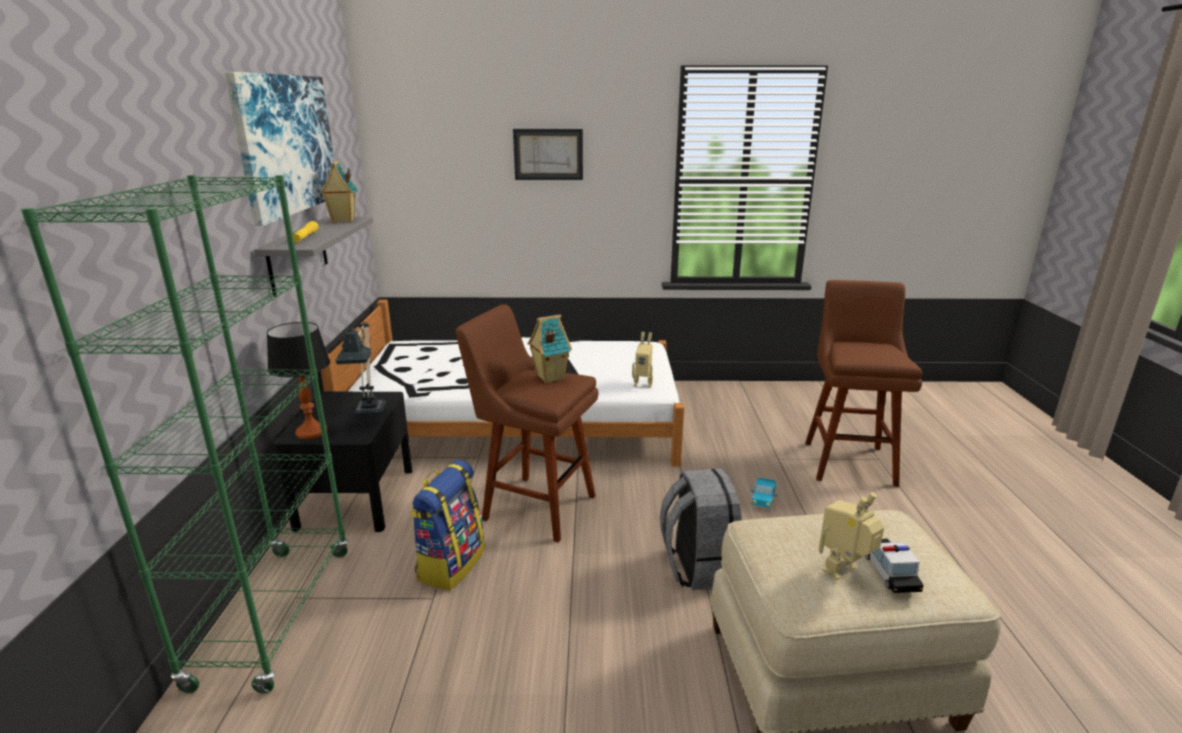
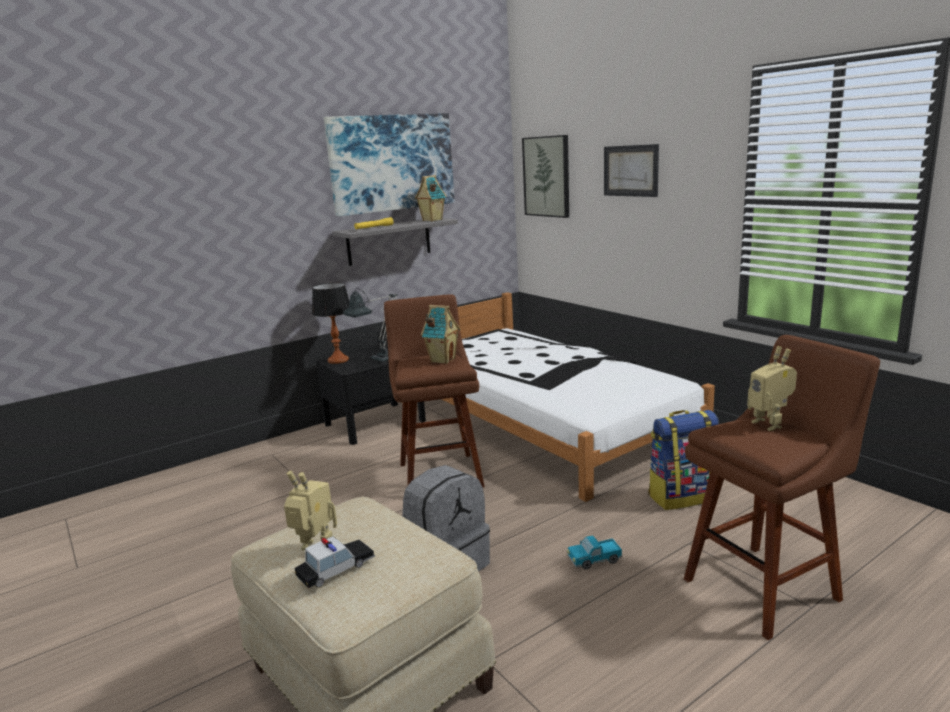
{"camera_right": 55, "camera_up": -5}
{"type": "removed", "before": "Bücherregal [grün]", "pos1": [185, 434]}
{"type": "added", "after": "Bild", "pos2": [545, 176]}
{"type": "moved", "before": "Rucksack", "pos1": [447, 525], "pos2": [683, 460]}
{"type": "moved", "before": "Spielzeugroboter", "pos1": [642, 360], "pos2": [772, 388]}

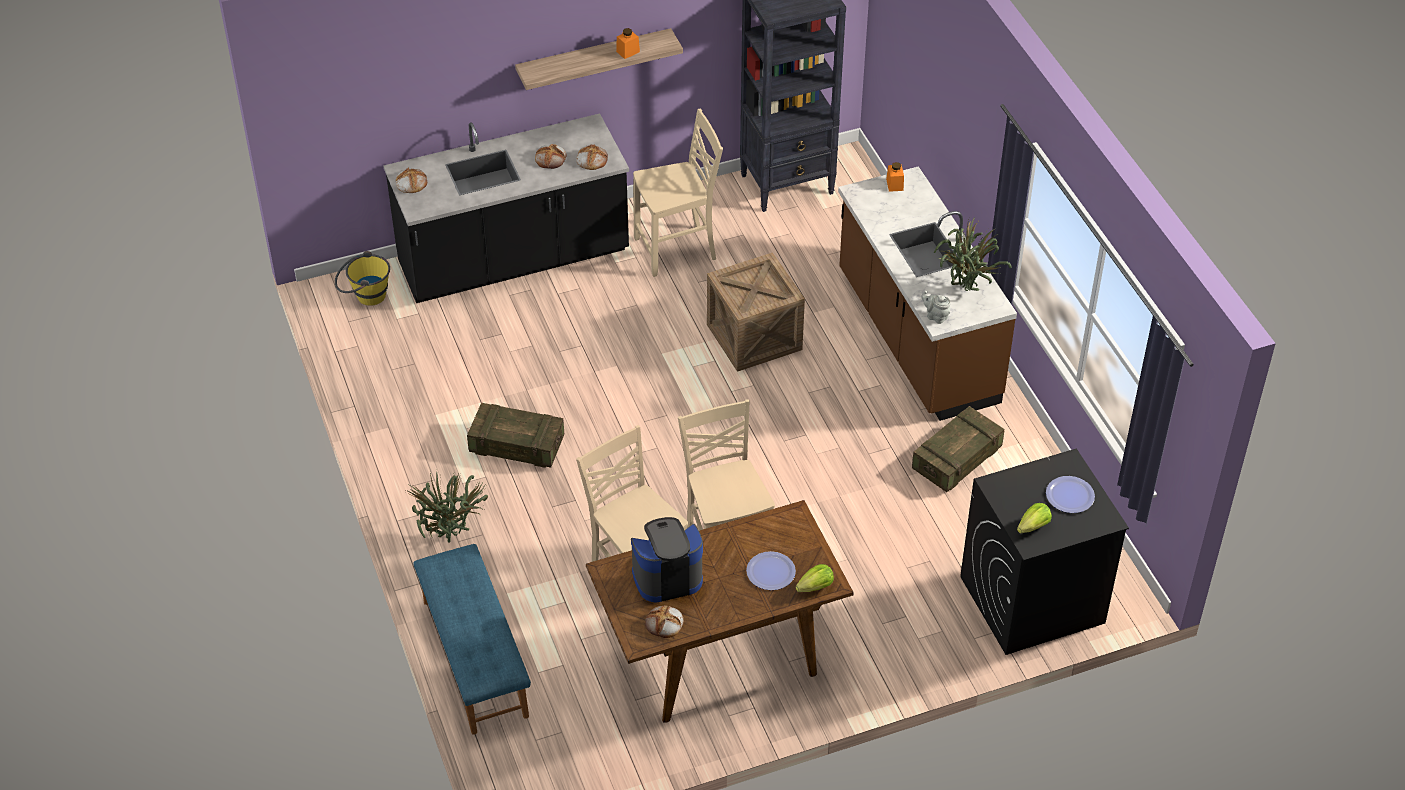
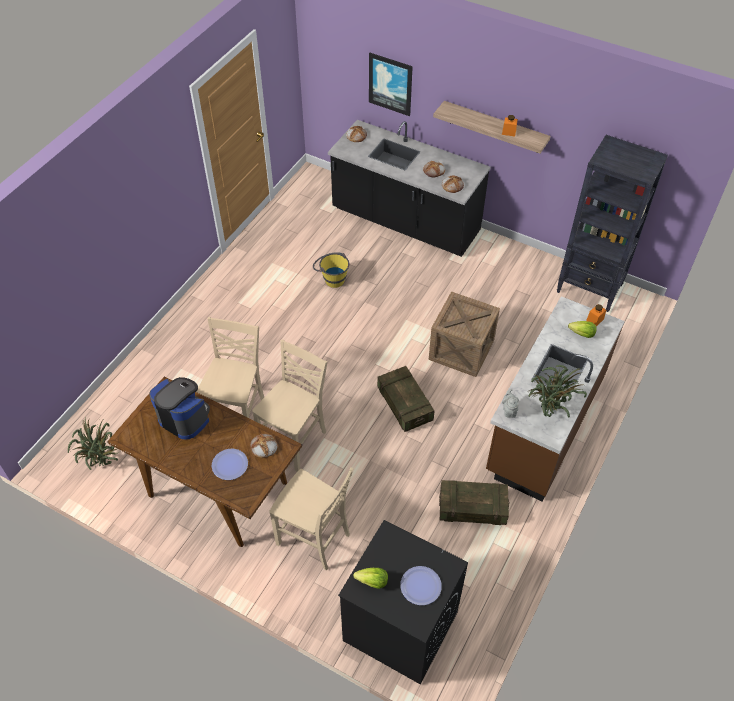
{"camera_right": 50, "camera_up": 5}
{"type": "removed", "before": "Bank [blau]", "pos1": [472, 639]}
{"type": "added", "after": "Bild", "pos2": [391, 84]}
{"type": "moved", "before": "Eimer [gelb]", "pos1": [362, 278], "pos2": [331, 270]}
{"type": "moved", "before": "Topfpflanze", "pos1": [447, 507], "pos2": [93, 443]}
{"type": "moved", "before": "Kiste", "pos1": [515, 435], "pos2": [406, 399]}
{"type": "moved", "before": "Stuhl [beige]", "pos1": [678, 193], "pos2": [311, 518]}
{"type": "moved", "before": "Brot", "pos1": [664, 621], "pos2": [264, 446]}
{"type": "moved", "before": "Salatkopf", "pos1": [814, 578], "pos2": [582, 329]}

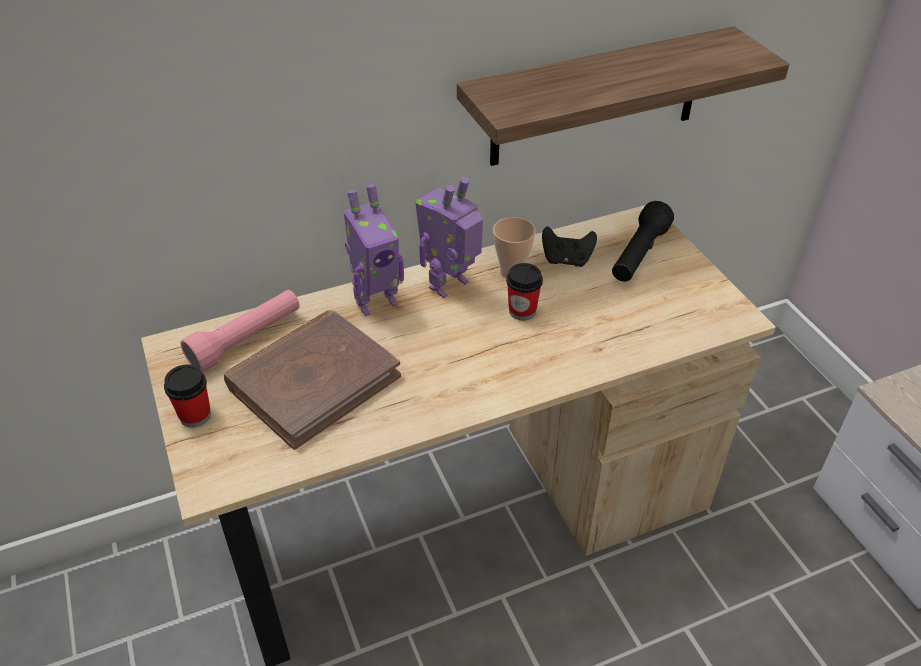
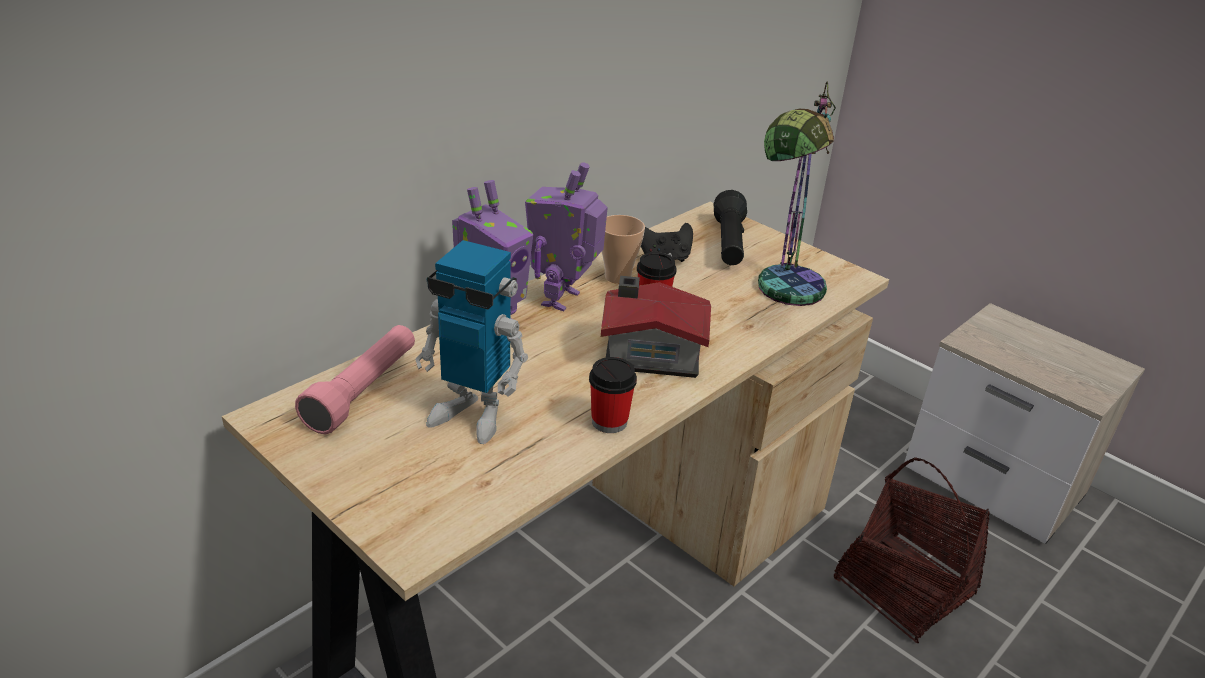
{"camera_right": -25, "camera_up": -10}
{"type": "removed", "before": "Wandregal", "pos1": [623, 96]}
{"type": "added", "after": "Spielzeughaus", "pos2": [656, 327]}
{"type": "added", "after": "Tischlampe", "pos2": [797, 194]}
{"type": "added", "after": "Korb", "pos2": [912, 550]}
{"type": "moved", "before": "Tasse", "pos1": [187, 396], "pos2": [613, 395]}
{"type": "replaced", "before": "Buch [braun]", "after": "Spielzeugroboter", "pos1": [312, 380], "pos2": [471, 342]}

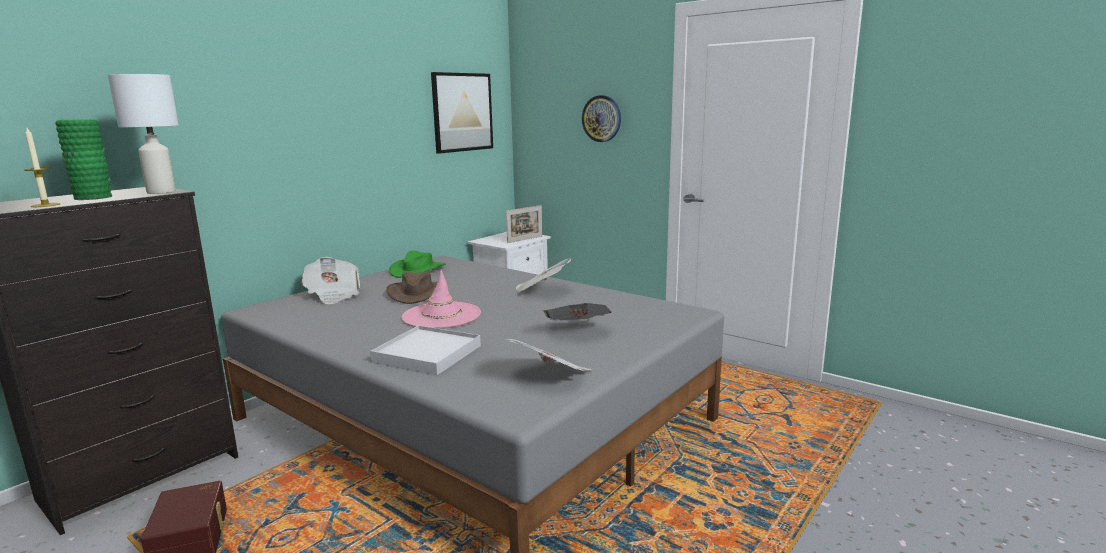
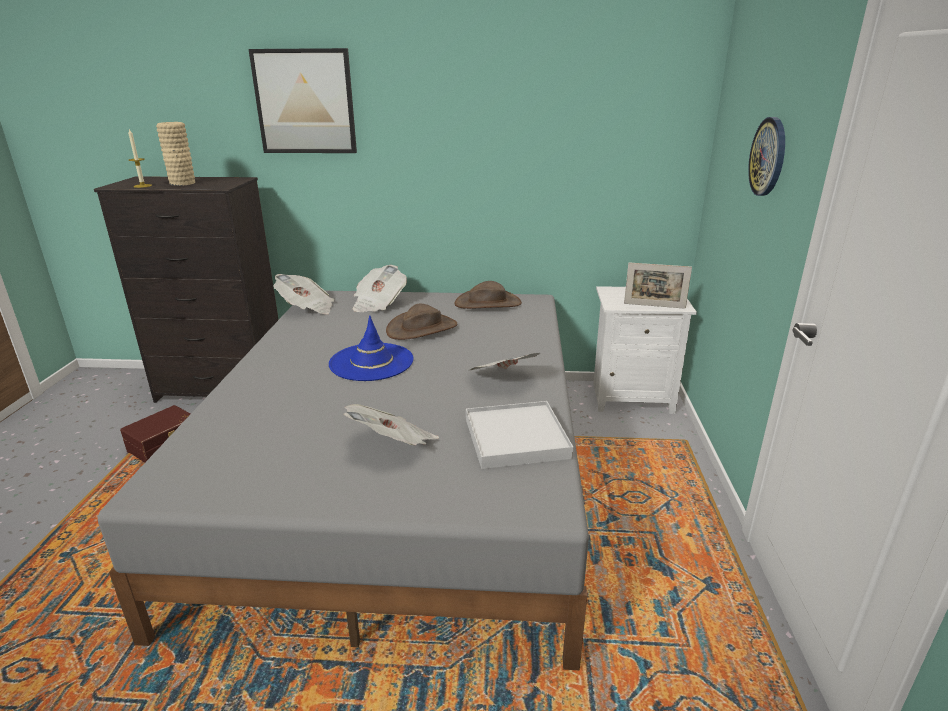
{"camera_right": 55, "camera_up": 10}
{"type": "removed", "before": "Tischlampe [weiß]", "pos1": [143, 134]}
{"type": "moved", "before": "Tablett [weiß]", "pos1": [425, 350], "pos2": [519, 435]}
{"type": "moved", "before": "Bild", "pos1": [462, 113], "pos2": [303, 100]}
{"type": "moved", "before": "Zeitung", "pos1": [549, 355], "pos2": [304, 294]}
{"type": "recoloured", "before": "Vase [grün]", "after": "Vase [beige]", "pos1": [83, 159], "pos2": [175, 154]}
{"type": "recoloured", "before": "Hut [grün]", "after": "Hut [braun]", "pos1": [417, 264], "pos2": [488, 295]}
{"type": "recoloured", "before": "Hut [rosa]", "after": "Hut [blau]", "pos1": [441, 299], "pos2": [371, 348]}

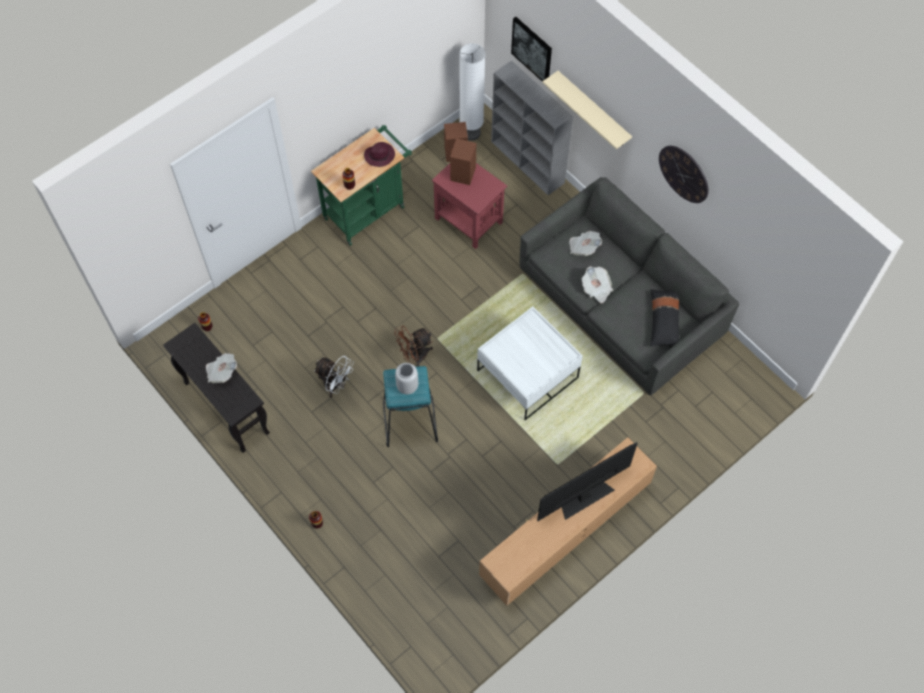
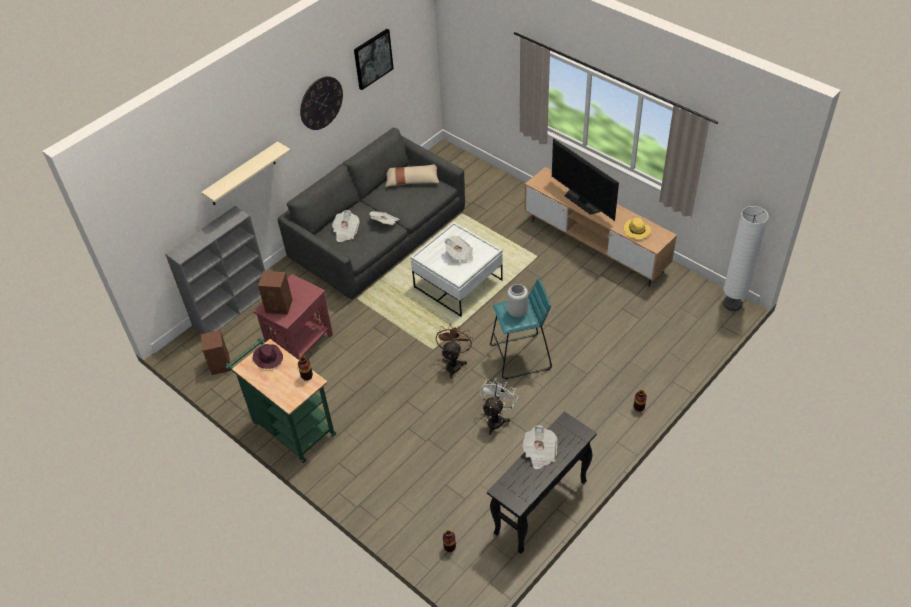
{"camera_right": -95, "camera_up": -15}
{"type": "added", "after": "Zeitung", "pos2": [458, 249]}
{"type": "added", "after": "Hut [gelb]", "pos2": [637, 228]}
{"type": "moved", "before": "Stehlampe [weiß]", "pos1": [472, 92], "pos2": [746, 258]}
{"type": "moved", "before": "Bild", "pos1": [531, 49], "pos2": [374, 59]}
{"type": "recoloured", "before": "Kissen [schwarz]", "after": "Kissen [beige]", "pos1": [665, 317], "pos2": [412, 175]}
{"type": "turned", "before": "Ventilator [braun]", "pos1": [413, 346], "pos2": [454, 350], "turn": -135}

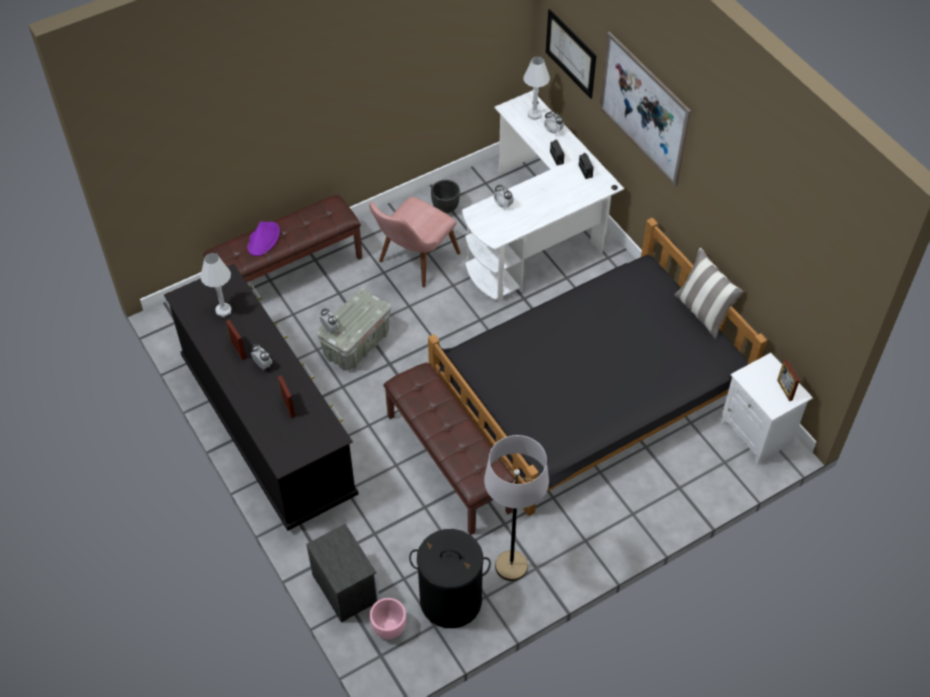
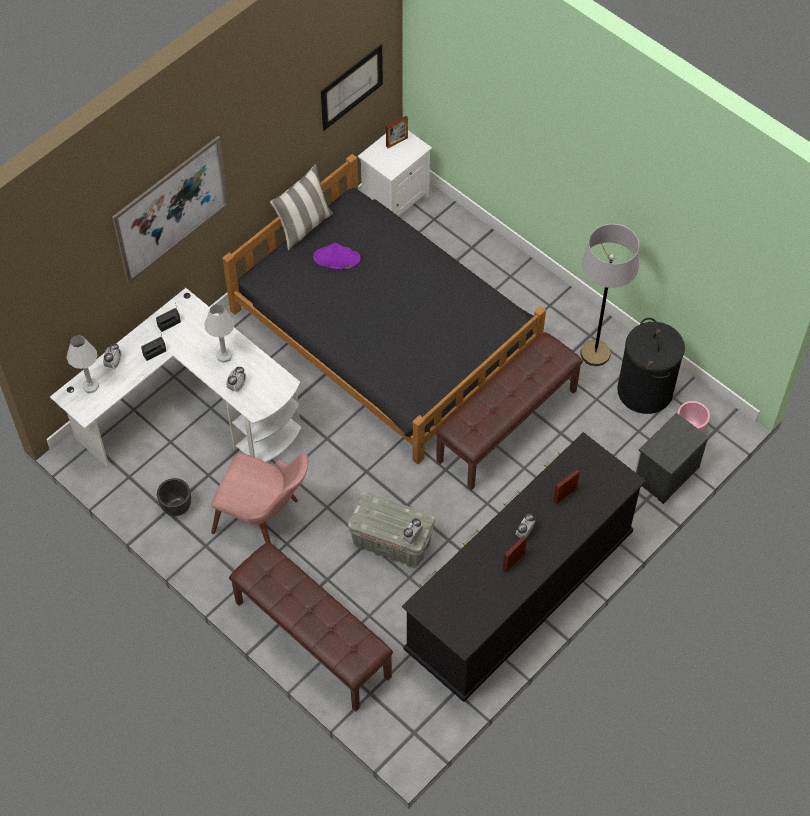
{"camera_right": -105, "camera_up": 5}
{"type": "moved", "before": "Tischlampe [weiß]", "pos1": [216, 285], "pos2": [219, 333]}
{"type": "moved", "before": "Hut [lila]", "pos1": [263, 238], "pos2": [337, 256]}
{"type": "moved", "before": "Bild", "pos1": [571, 54], "pos2": [352, 87]}

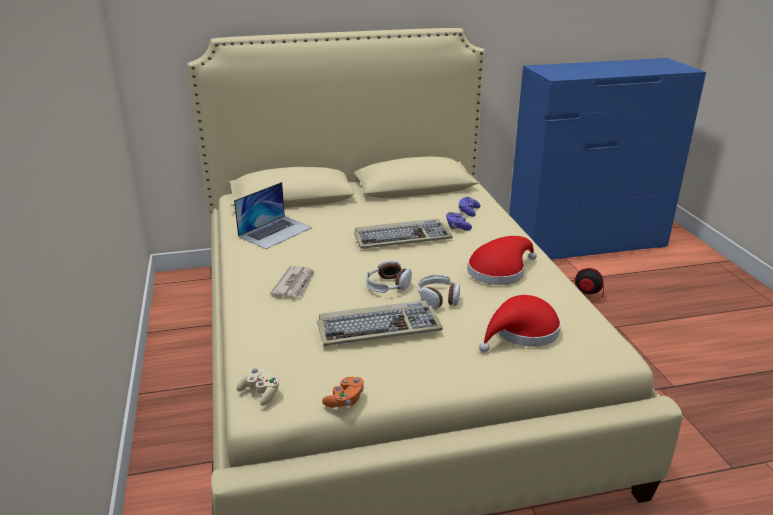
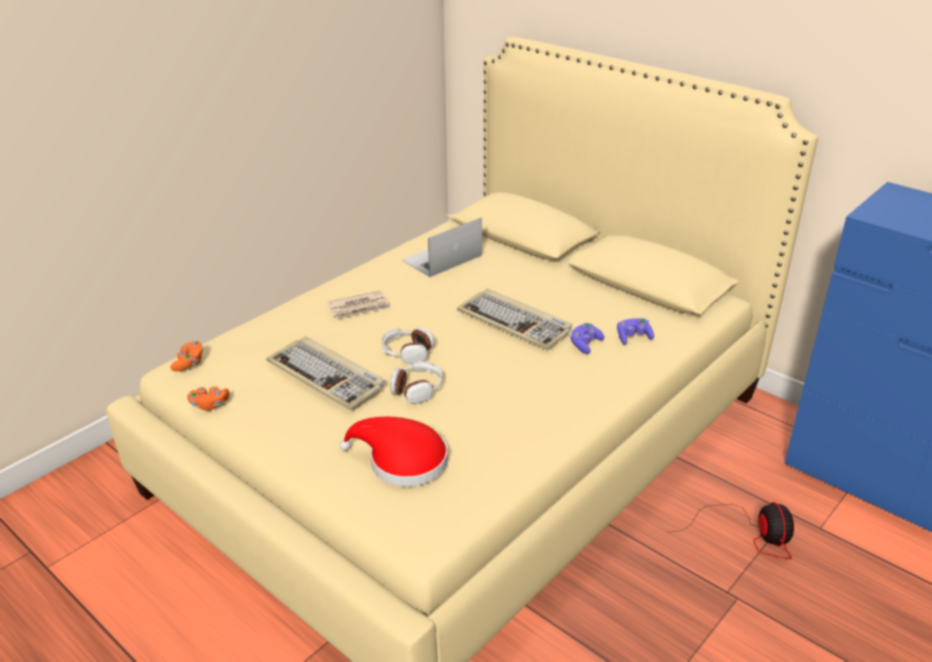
{"camera_right": 55, "camera_up": 5}
{"type": "removed", "before": "Hut [rot]", "pos1": [502, 260]}
{"type": "recoloured", "before": "Gamepad [beige]", "after": "Gamepad [orange]", "pos1": [258, 387], "pos2": [186, 356]}
{"type": "turned", "before": "Laptop", "pos1": [273, 215], "pos2": [442, 247], "turn": 135}

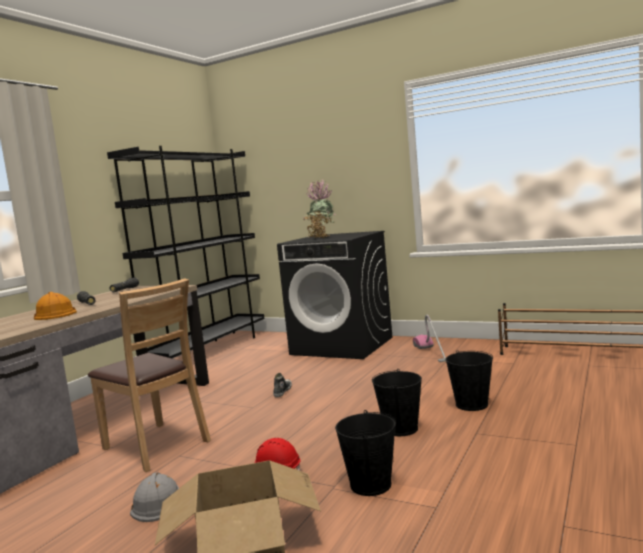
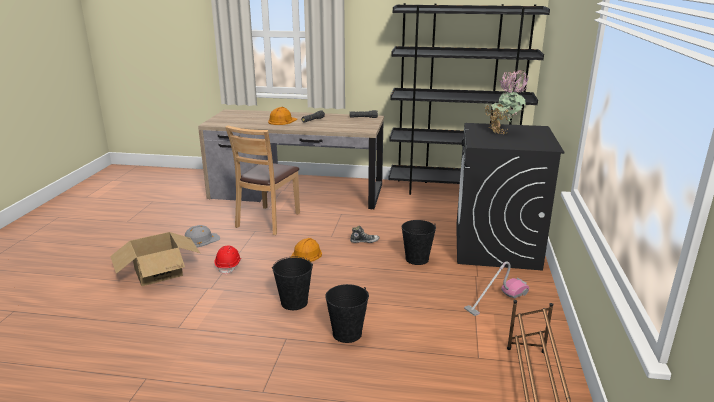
{"camera_right": 70, "camera_up": 15}
{"type": "added", "after": "Schutzhelm [orange]", "pos2": [306, 250]}
{"type": "moved", "before": "Eimer [schwarz]", "pos1": [365, 453], "pos2": [419, 242]}

